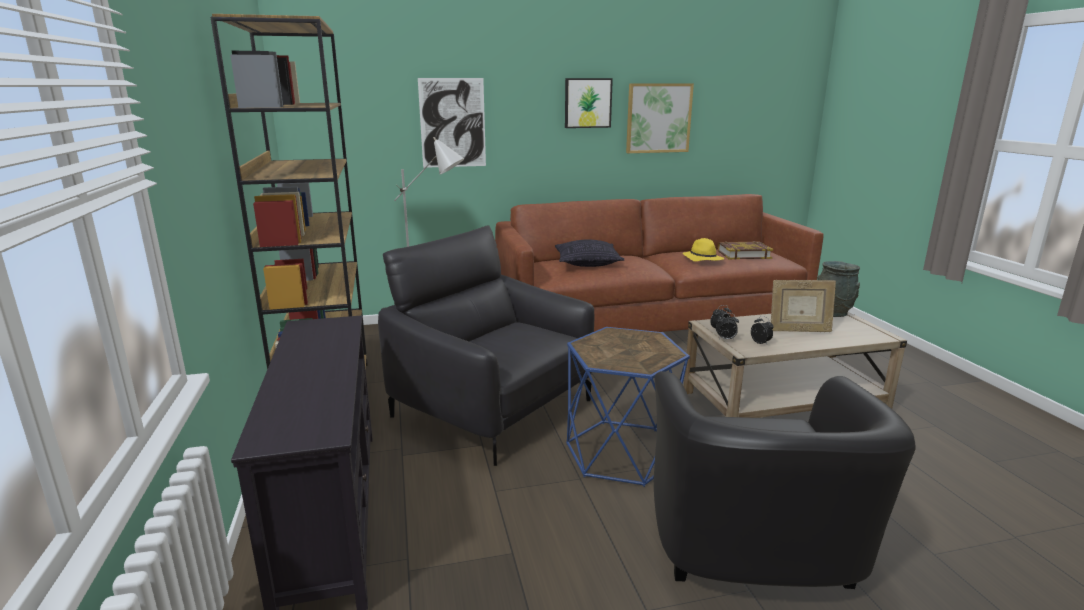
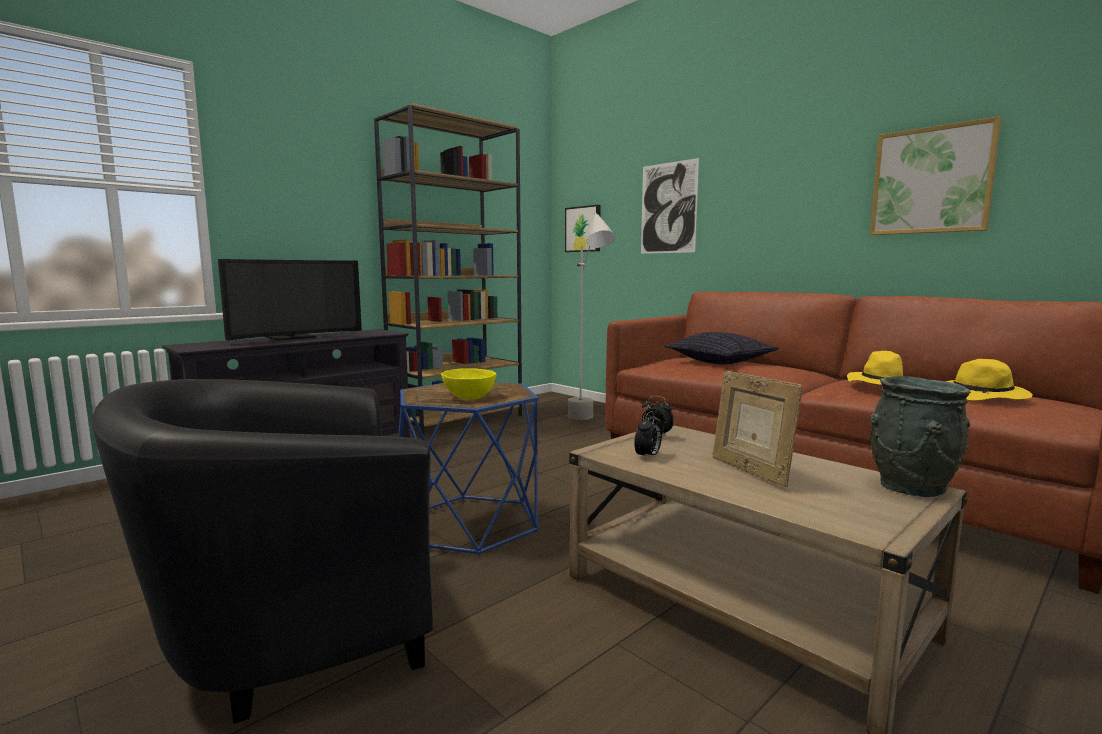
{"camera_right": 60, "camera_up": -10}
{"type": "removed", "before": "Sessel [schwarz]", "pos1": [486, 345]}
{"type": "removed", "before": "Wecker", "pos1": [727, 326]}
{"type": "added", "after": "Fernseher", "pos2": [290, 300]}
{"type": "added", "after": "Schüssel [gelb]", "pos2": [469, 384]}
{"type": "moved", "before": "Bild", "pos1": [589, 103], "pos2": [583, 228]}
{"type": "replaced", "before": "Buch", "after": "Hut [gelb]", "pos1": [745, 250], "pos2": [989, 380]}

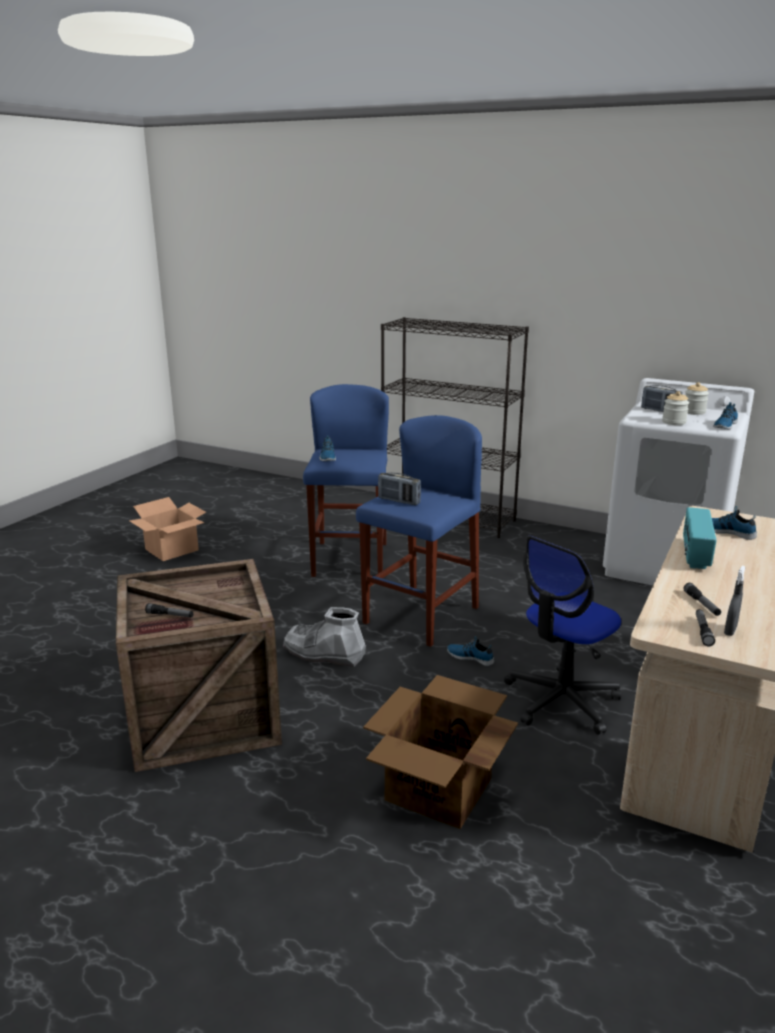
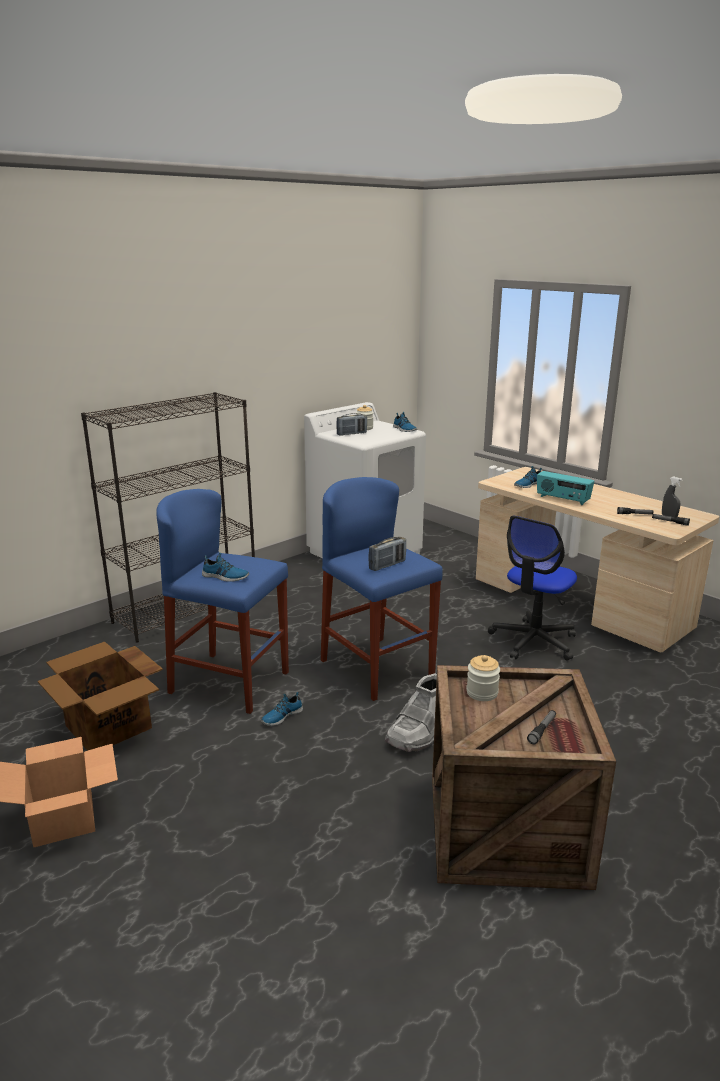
{"camera_right": -70, "camera_up": 0}
{"type": "moved", "before": "Karton", "pos1": [440, 752], "pos2": [100, 696]}
{"type": "moved", "before": "Schuh", "pos1": [470, 651], "pos2": [282, 709]}
{"type": "moved", "before": "Vorratsglas", "pos1": [675, 408], "pos2": [483, 678]}
{"type": "turned", "before": "Bürostuhl", "pos1": [562, 635], "pos2": [532, 588], "turn": 60}

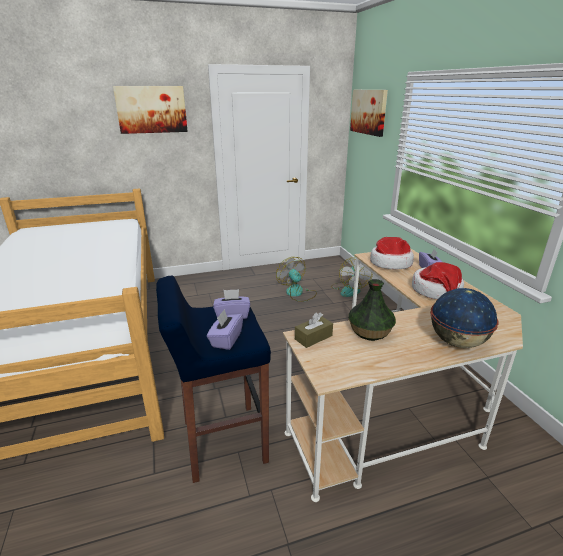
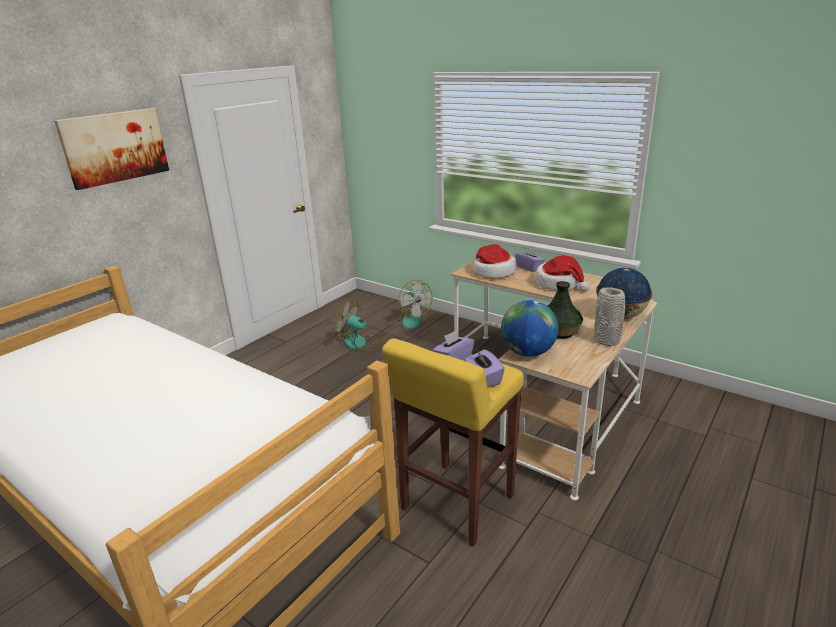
{"camera_right": -35, "camera_up": 0}
{"type": "removed", "before": "Bild", "pos1": [369, 113]}
{"type": "added", "after": "Vase [grau]", "pos2": [609, 317]}
{"type": "replaced", "before": "Taschentuchbox [braun]", "after": "Globus", "pos1": [314, 330], "pos2": [529, 328]}
{"type": "recoloured", "before": "Hocker [blau]", "after": "Hocker [gelb]", "pos1": [213, 379], "pos2": [453, 442]}

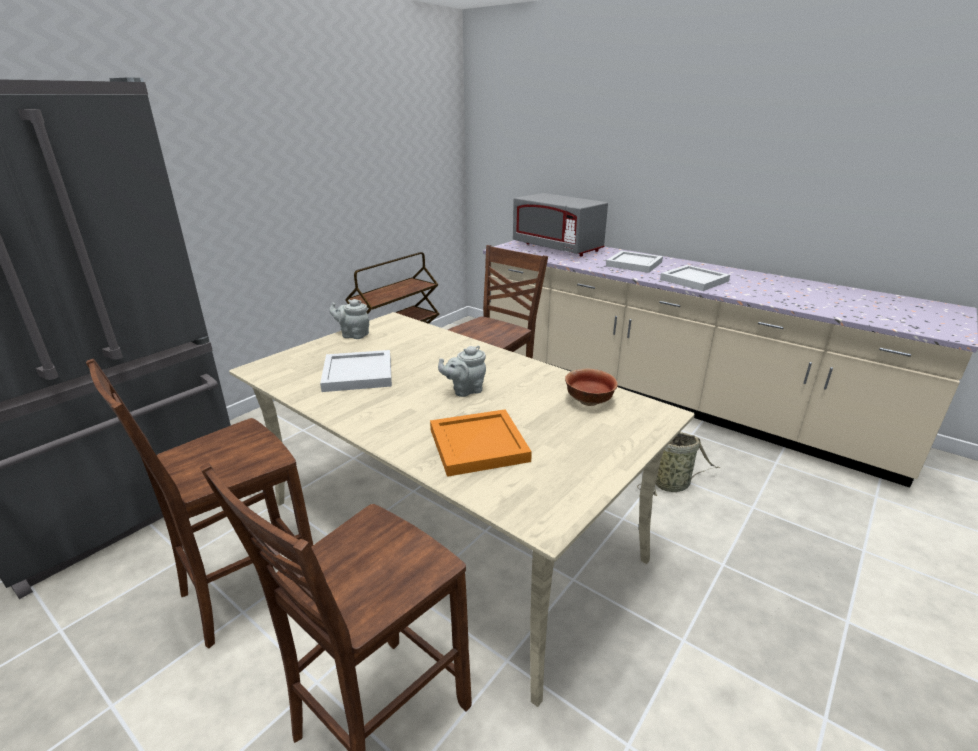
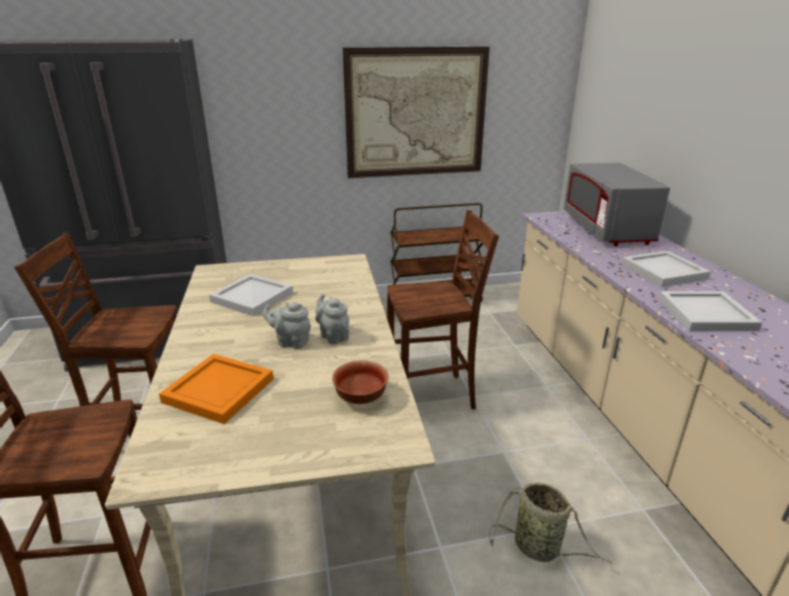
{"camera_right": 40, "camera_up": 0}
{"type": "added", "after": "Bild", "pos2": [416, 112]}
{"type": "moved", "before": "Teekanne [grau]", "pos1": [349, 319], "pos2": [332, 319]}

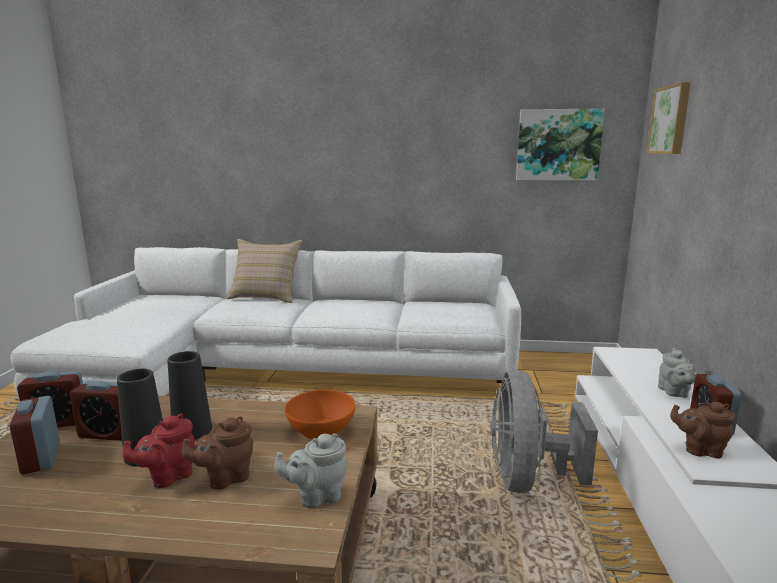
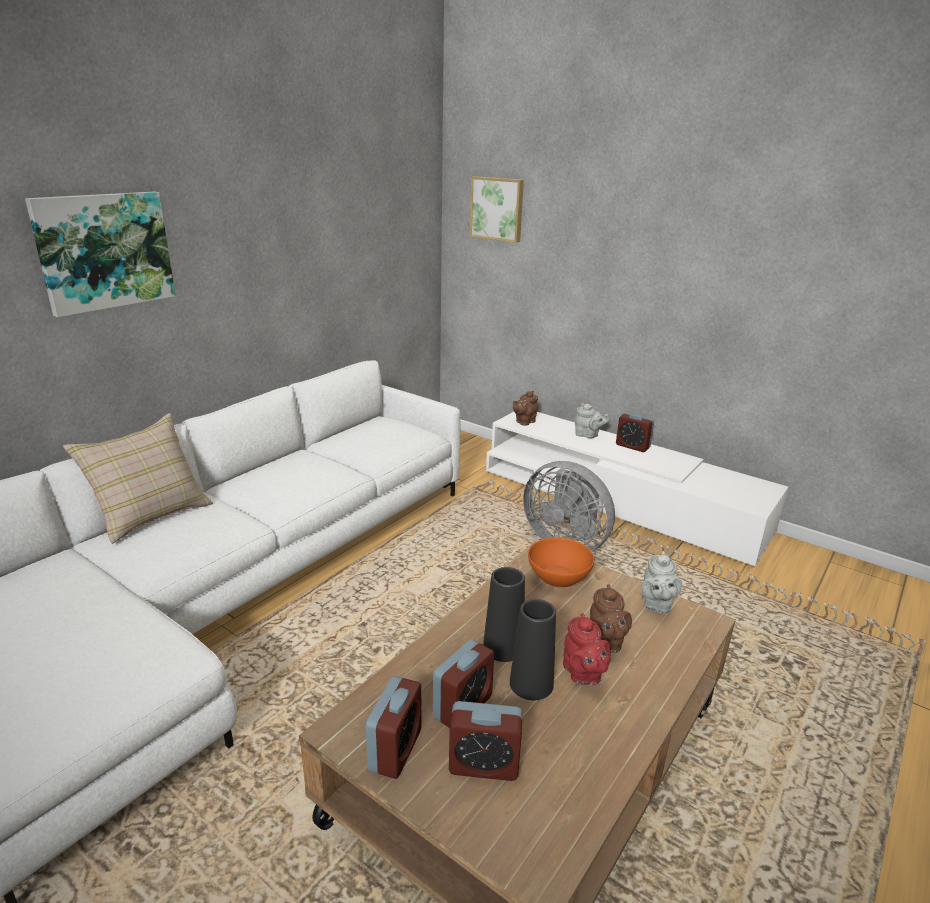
{"camera_right": -60, "camera_up": 10}
{"type": "moved", "before": "Bild", "pos1": [560, 144], "pos2": [100, 254]}
{"type": "moved", "before": "Teekanne [braun]", "pos1": [703, 430], "pos2": [525, 408]}

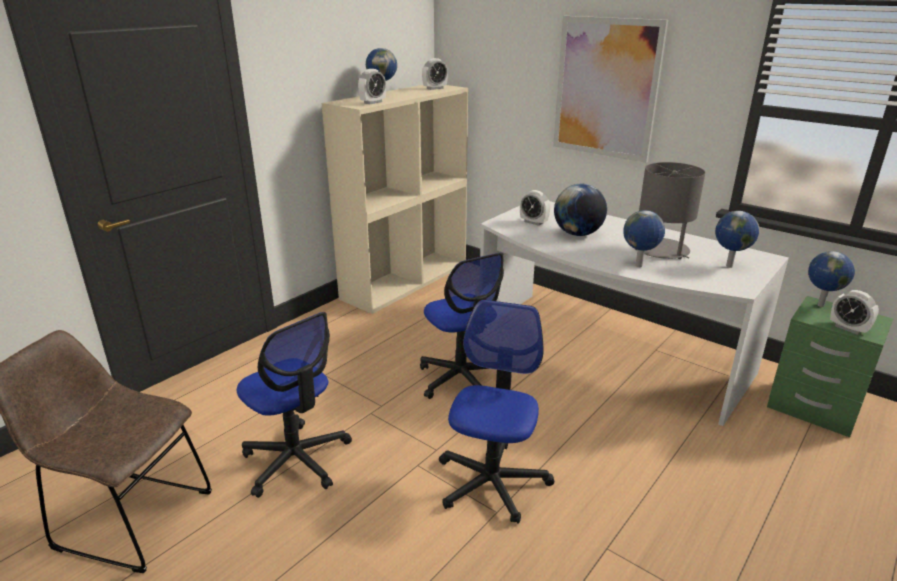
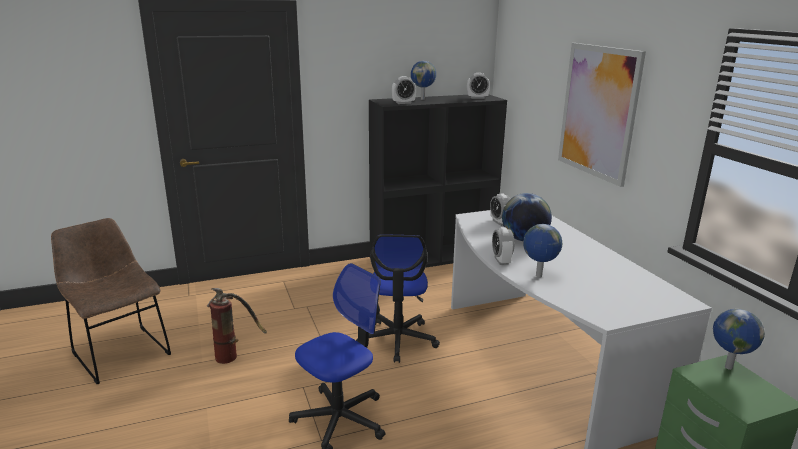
{"camera_right": 30, "camera_up": -5}
{"type": "removed", "before": "Tischlampe [grau]", "pos1": [670, 210]}
{"type": "removed", "before": "Globus", "pos1": [737, 239]}
{"type": "moved", "before": "Wecker", "pos1": [854, 312], "pos2": [503, 246]}
{"type": "replaced", "before": "Bürostuhl", "after": "Feuerlöscher", "pos1": [294, 405], "pos2": [237, 326]}
{"type": "recoloured", "before": "Bücherregal [beige]", "after": "Bücherregal [schwarz]", "pos1": [395, 199], "pos2": [438, 181]}

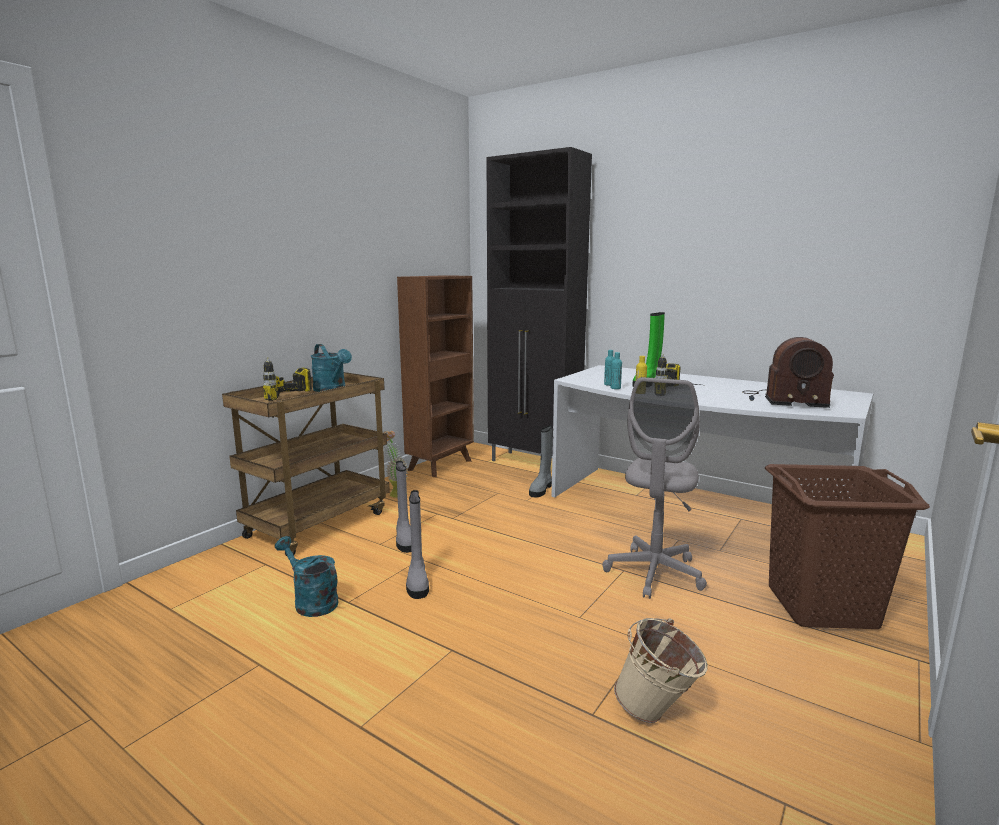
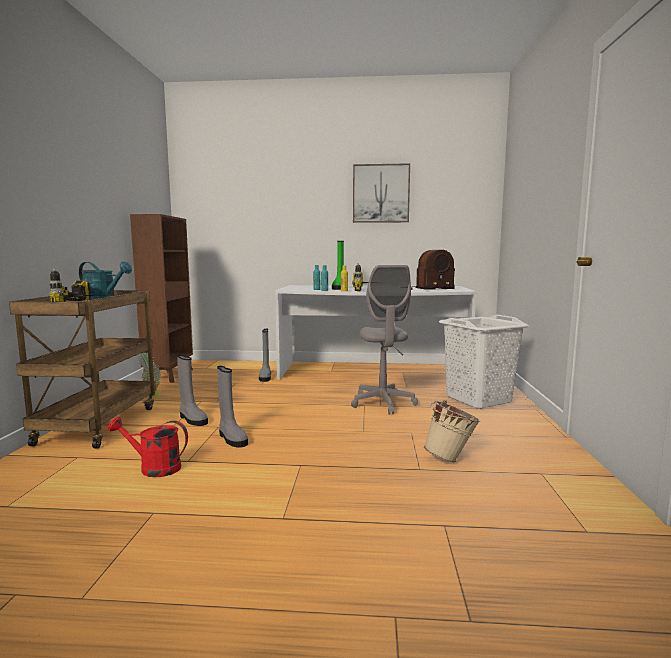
{"camera_right": -30, "camera_up": -5}
{"type": "removed", "before": "Schrank [schwarz]", "pos1": [539, 304]}
{"type": "added", "after": "Bild", "pos2": [381, 193]}
{"type": "recoloured", "before": "Gießkanne [türkis]", "after": "Gießkanne [rot]", "pos1": [307, 576], "pos2": [148, 447]}
{"type": "recoloured", "before": "Wäschekorb [braun]", "after": "Wäschekorb [weiß]", "pos1": [847, 546], "pos2": [483, 361]}

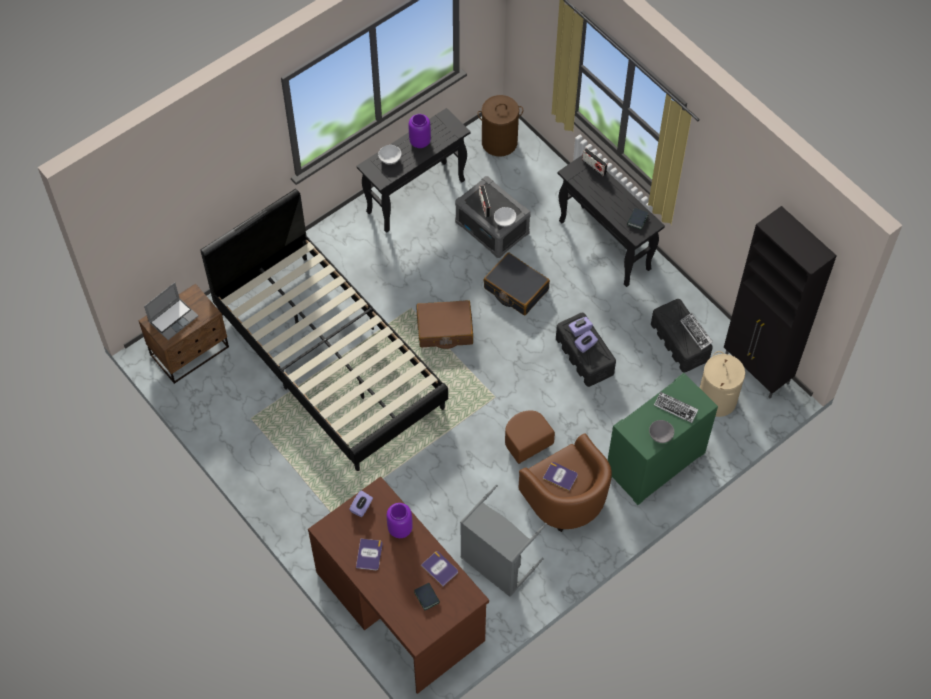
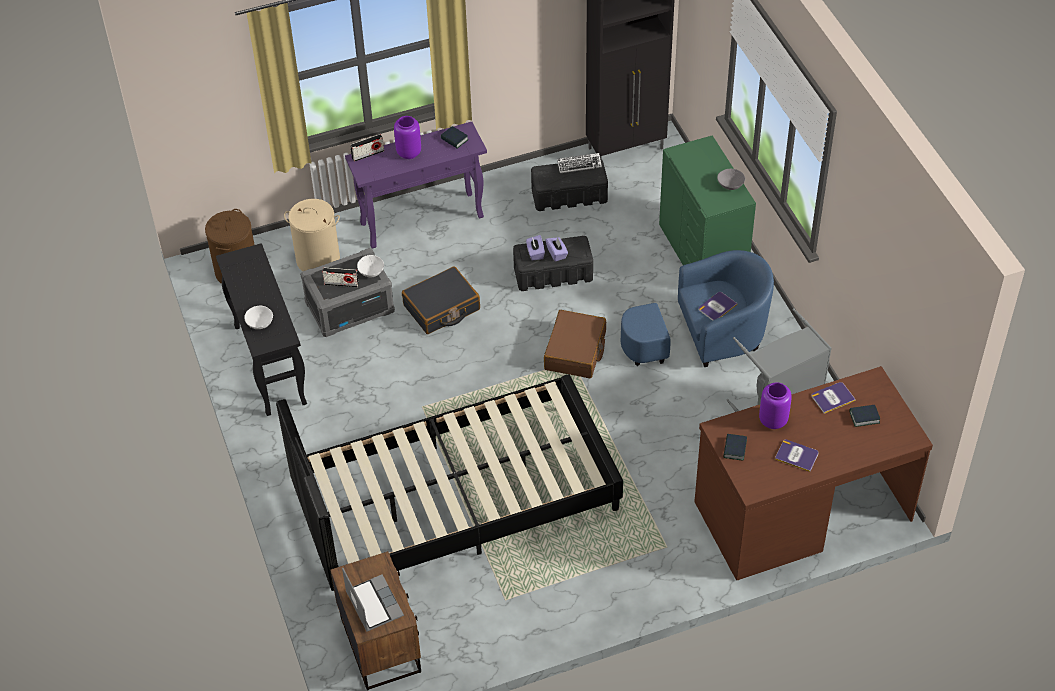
{"camera_right": -70, "camera_up": -10}
{"type": "removed", "before": "Tastatur", "pos1": [676, 407]}
{"type": "moved", "before": "Vase [lila]", "pos1": [420, 131], "pos2": [407, 137]}
{"type": "moved", "before": "Koffer [braun]", "pos1": [445, 324], "pos2": [575, 344]}
{"type": "moved", "before": "Wäschekorb [beige]", "pos1": [722, 384], "pos2": [312, 235]}
{"type": "replaced", "before": "Taschentuchbox [lila]", "after": "Buch", "pos1": [361, 503], "pos2": [735, 447]}
{"type": "recoloured", "before": "Sessel [braun]", "after": "Sessel [blau]", "pos1": [558, 471], "pos2": [697, 308]}
{"type": "recoloured", "before": "Konsolentisch [schwarz]", "after": "Konsolentisch [lila]", "pos1": [611, 221], "pos2": [416, 185]}

